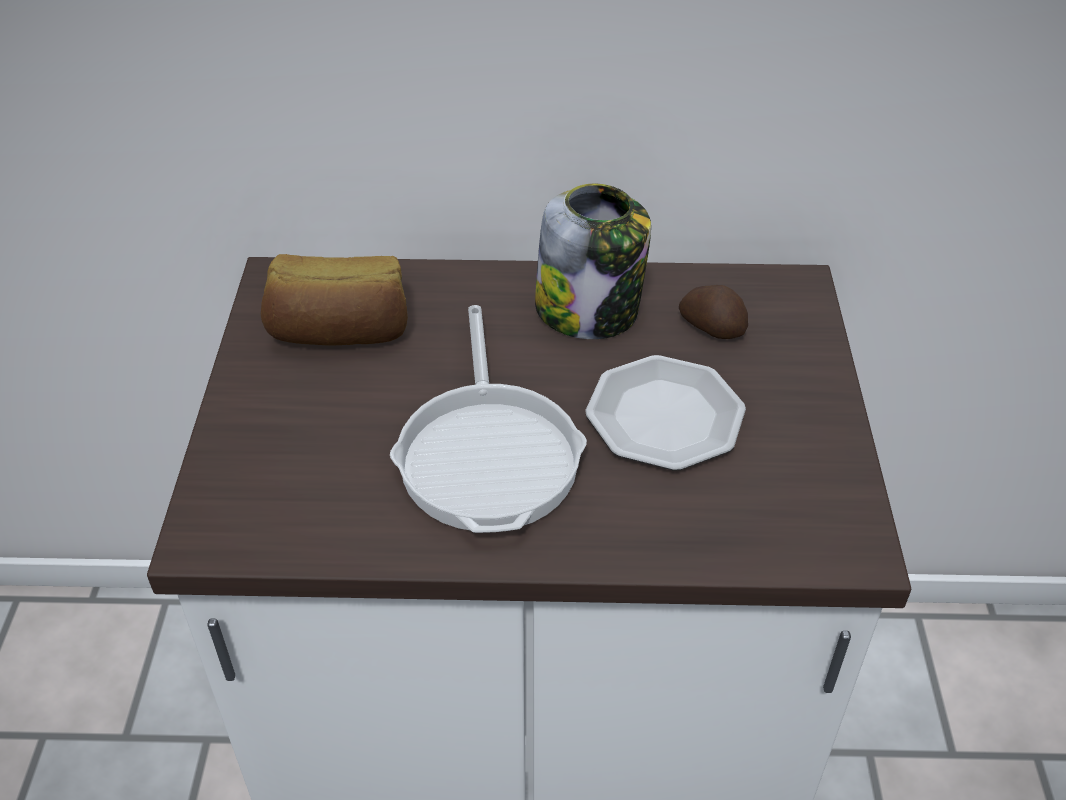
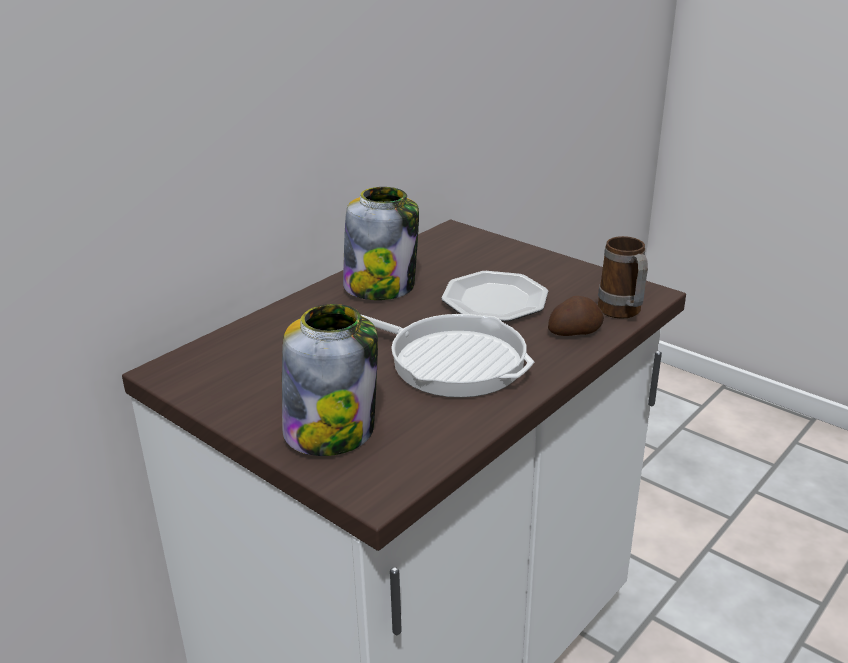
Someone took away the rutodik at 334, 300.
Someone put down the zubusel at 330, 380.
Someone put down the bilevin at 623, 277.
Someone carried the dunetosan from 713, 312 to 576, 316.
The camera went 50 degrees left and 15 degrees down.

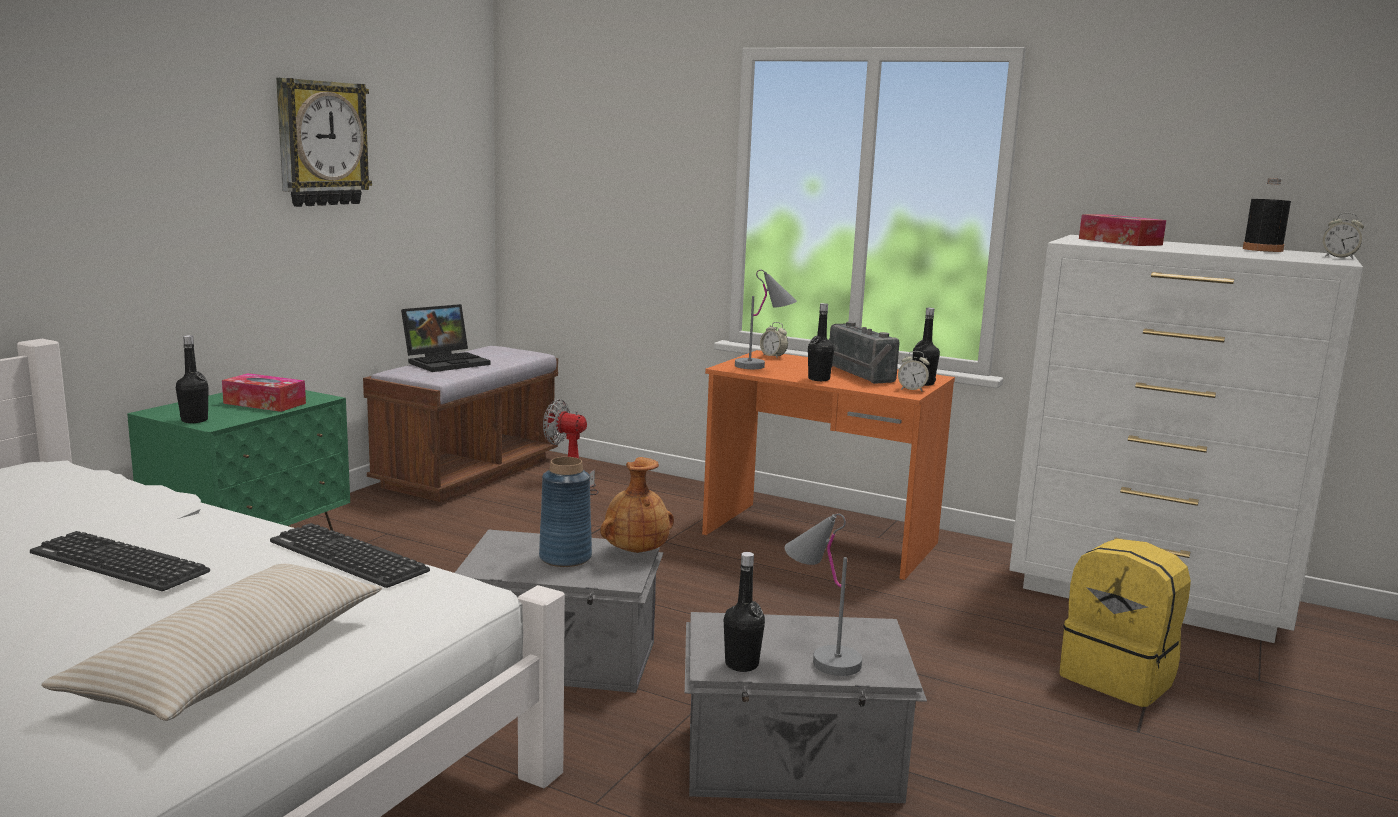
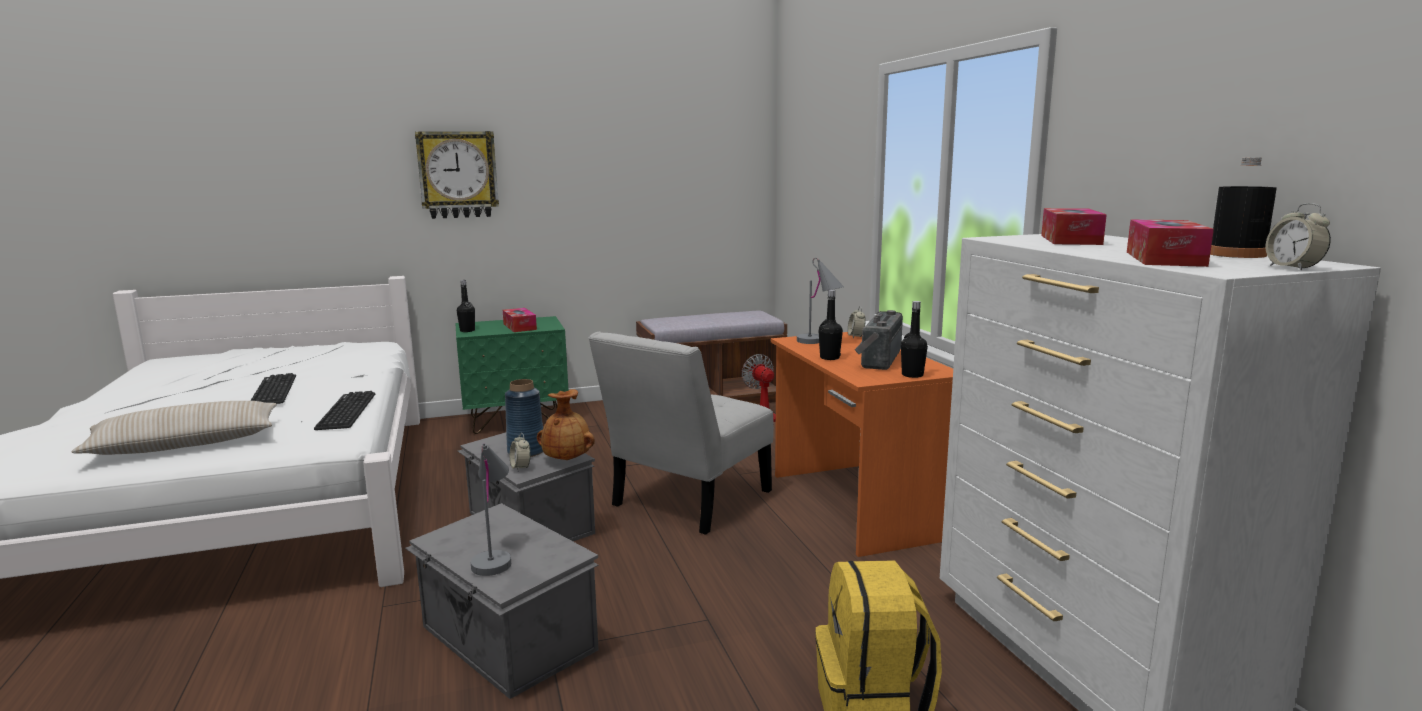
Someone took away the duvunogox at 446, 338.
Someone took away the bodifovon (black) at 744, 612.
Someone put down the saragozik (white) at 681, 433.
Someone put down the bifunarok at 1170, 243.
Someone carried the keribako from 324, 142 to 457, 175.
Someone carried the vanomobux from 914, 371 to 520, 452.
The camera went 45 degrees right and 0 degrees up.

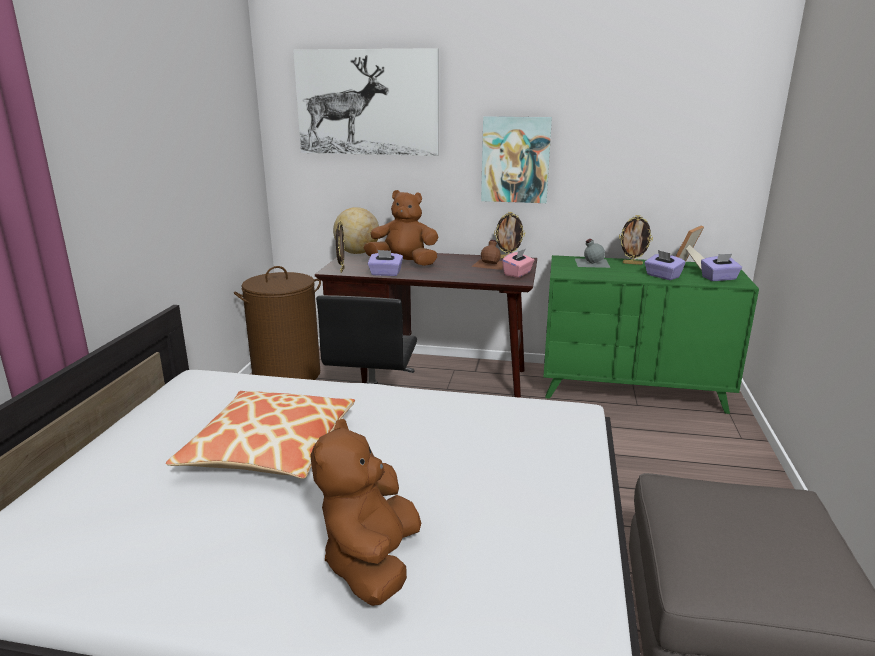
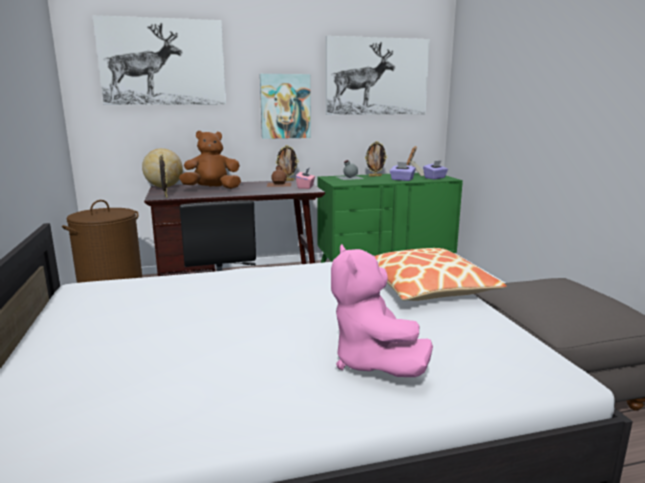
Someone took away the bifunarok (purple) at 385, 263.
Someone put up the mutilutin at 378, 75.
Someone carried the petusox from 260, 435 to 440, 274.
Someone repainted the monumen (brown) at 365, 512, which became the monumen (pink) at 382, 310.
The camera went 25 degrees left and 5 degrees down.

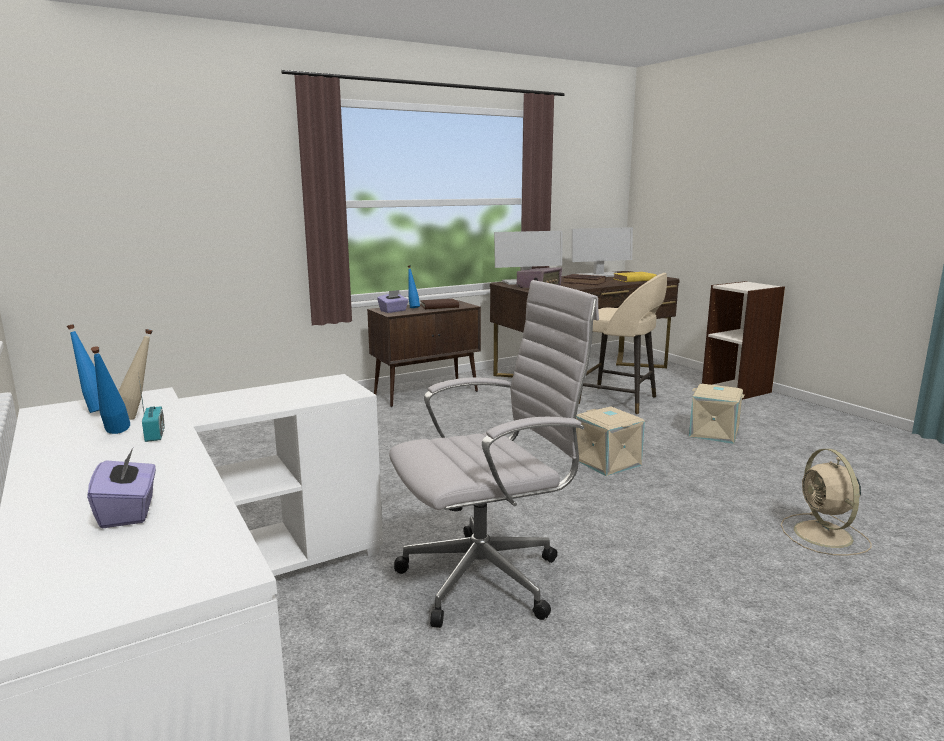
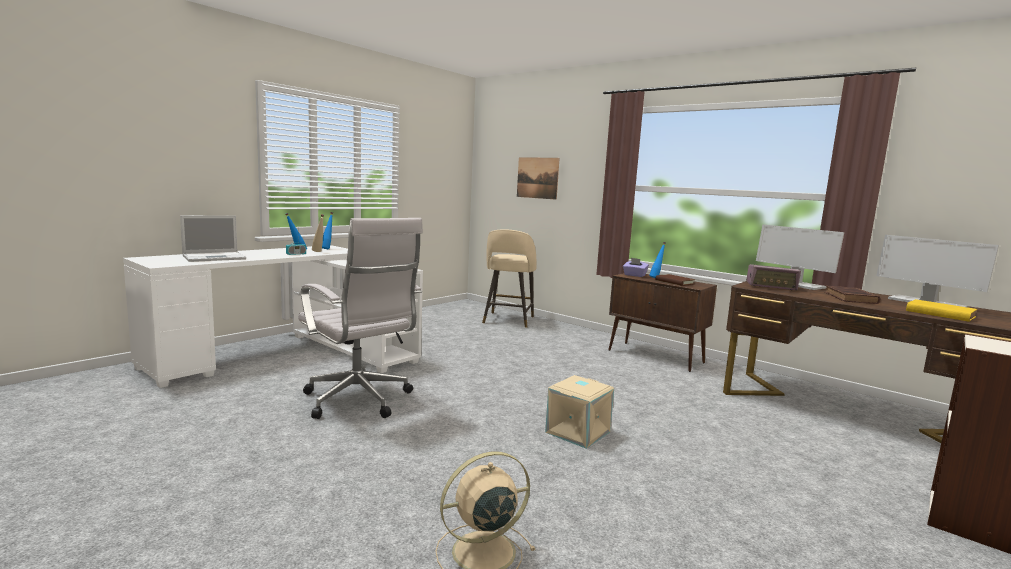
Someone took away the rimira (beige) at 716, 414.
Someone put up the mutilutin at 538, 178.
Someone carried the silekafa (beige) from 623, 343 to 509, 278.
Someone swapped the bifunarok (purple) at 121, 488 for the duvunogox at 213, 238.
The camera went 70 degrees right and 5 degrees down.

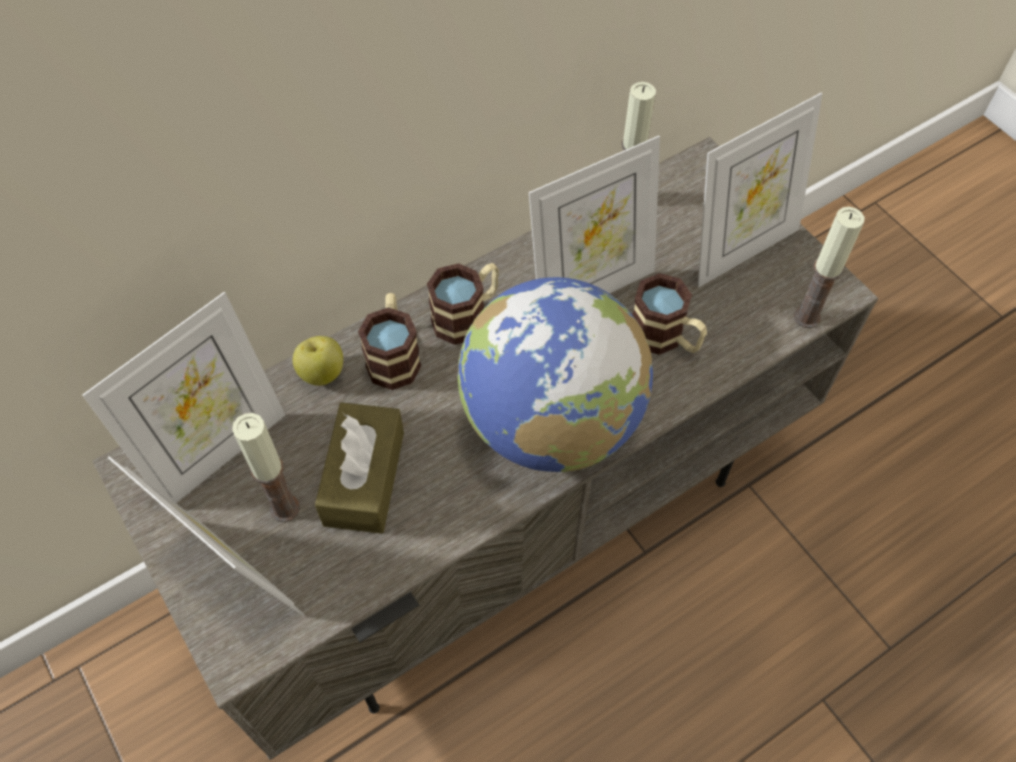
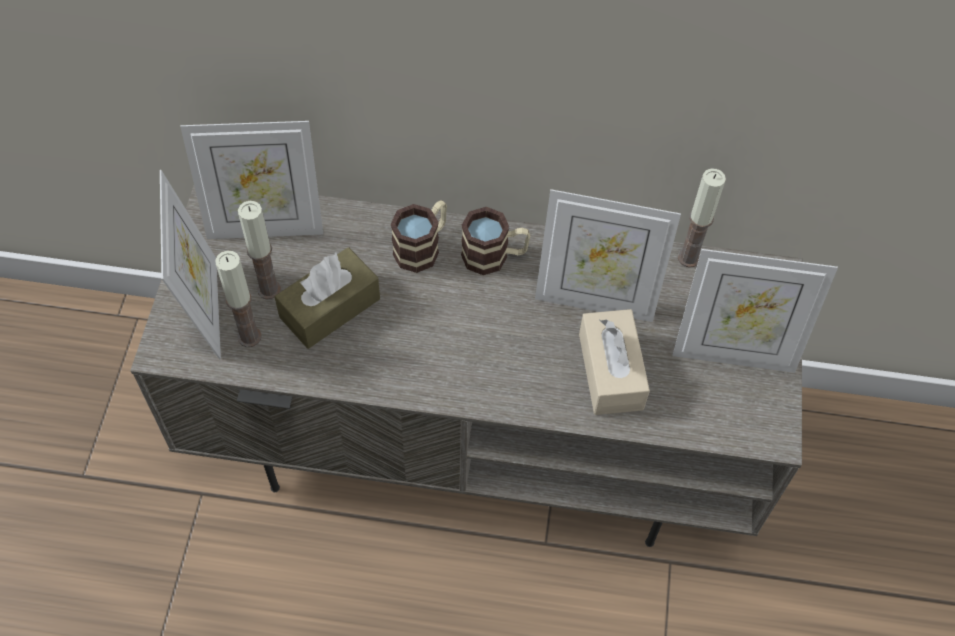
Someone took away the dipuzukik at 318, 361.
Someone took away the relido at 555, 374.
Someone carried the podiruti from 829, 267 to 238, 298.
Someone swapped the bilevin at 669, 314 for the bifunarok (beige) at 614, 362.
The camera went 40 degrees right and 0 degrees up.

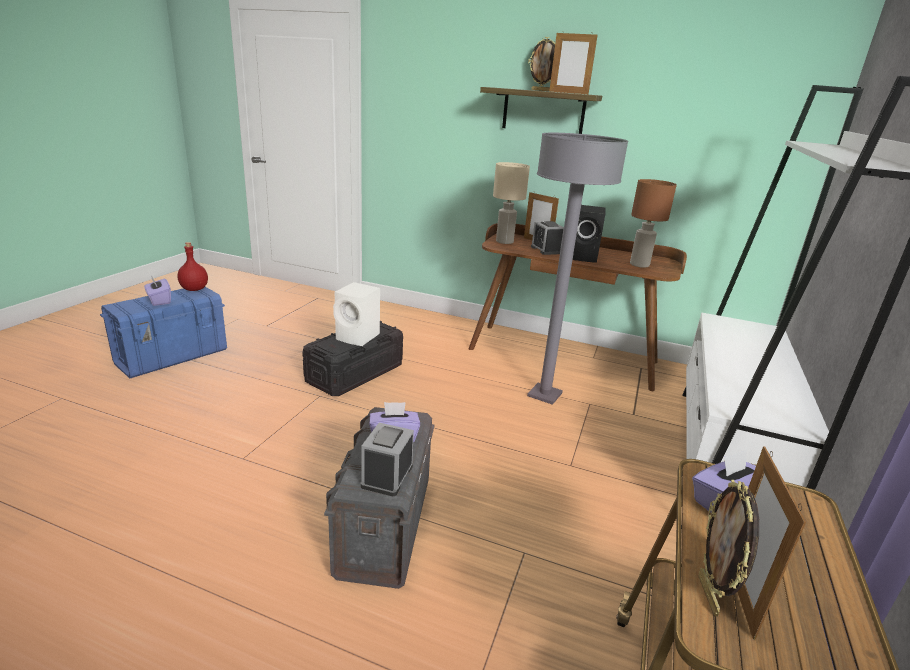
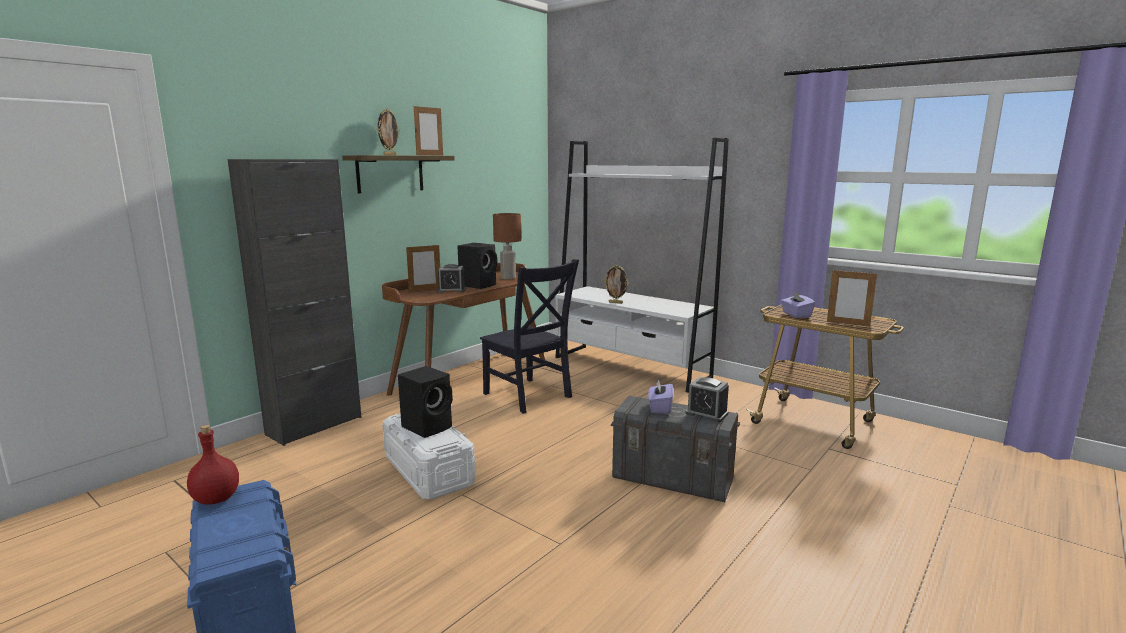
Someone took away the bifunarok (purple) at 157, 290.
Someone took away the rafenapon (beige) at 511, 203.
Someone put down the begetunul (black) at 295, 302.
Someone carried the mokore from 728, 548 to 616, 284.
Someone swapped the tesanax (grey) at 577, 269 for the saragozik (black) at 529, 336.
Someone repainted the rimira (black) at 352, 358, which became the rimira (white) at 429, 456.
Someone repainted the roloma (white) at 356, 314, which became the roloma (black) at 425, 402.
The camera went 70 degrees left and 10 degrees down.

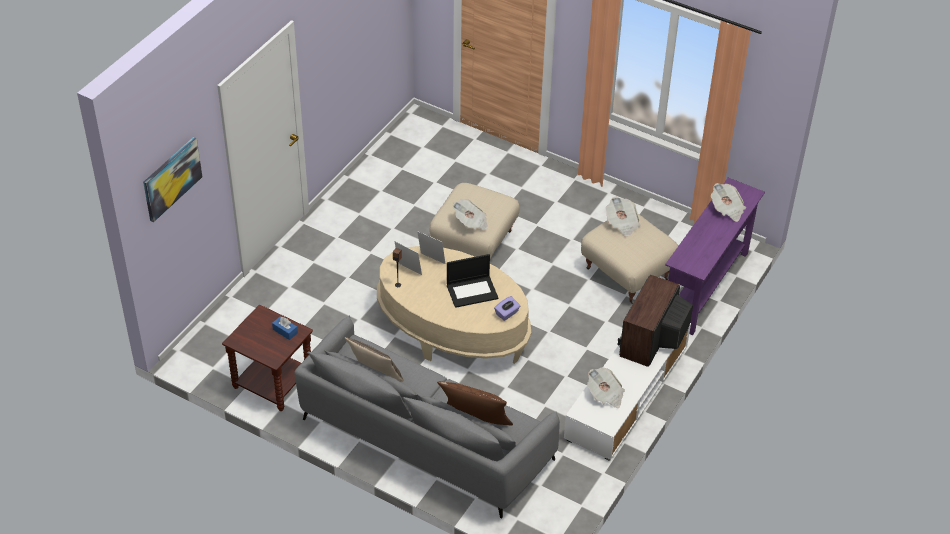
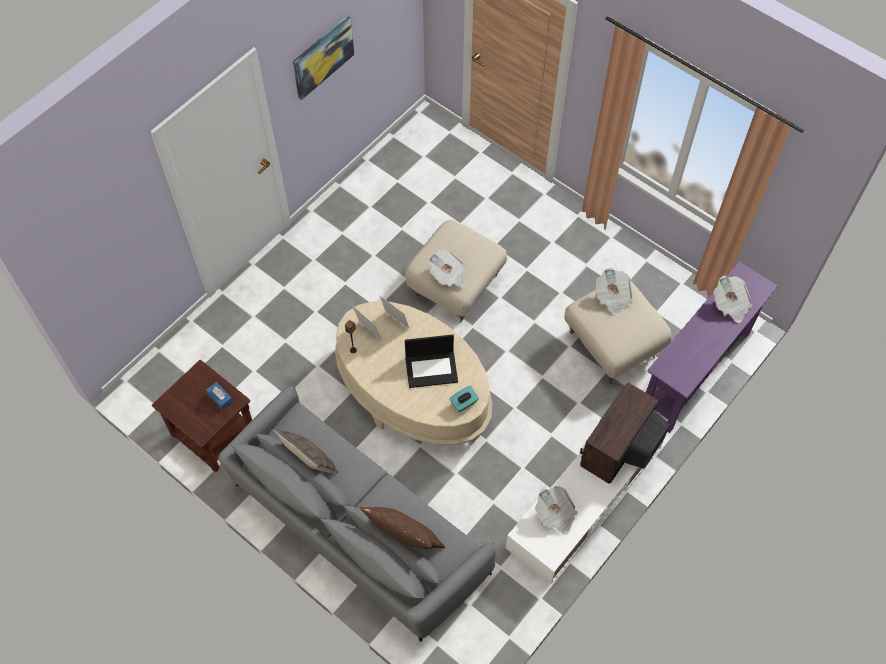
Someone carried the mutilutin from 172, 180 to 323, 58.
Someone repainted the bifunarok (purple) at 507, 308, which became the bifunarok (turquoise) at 464, 399.
The camera went 10 degrees right and 15 degrees up.

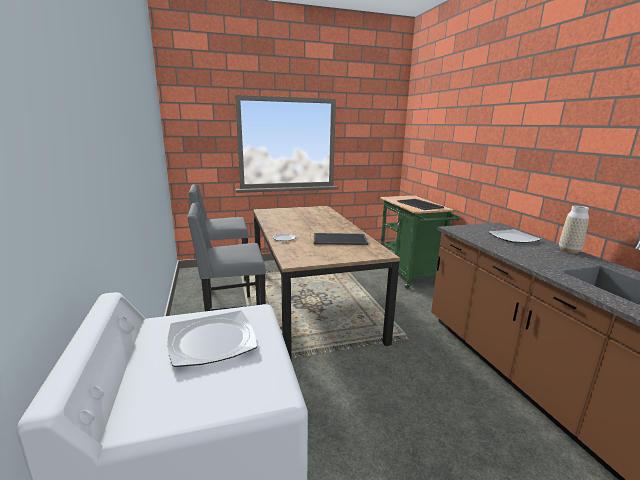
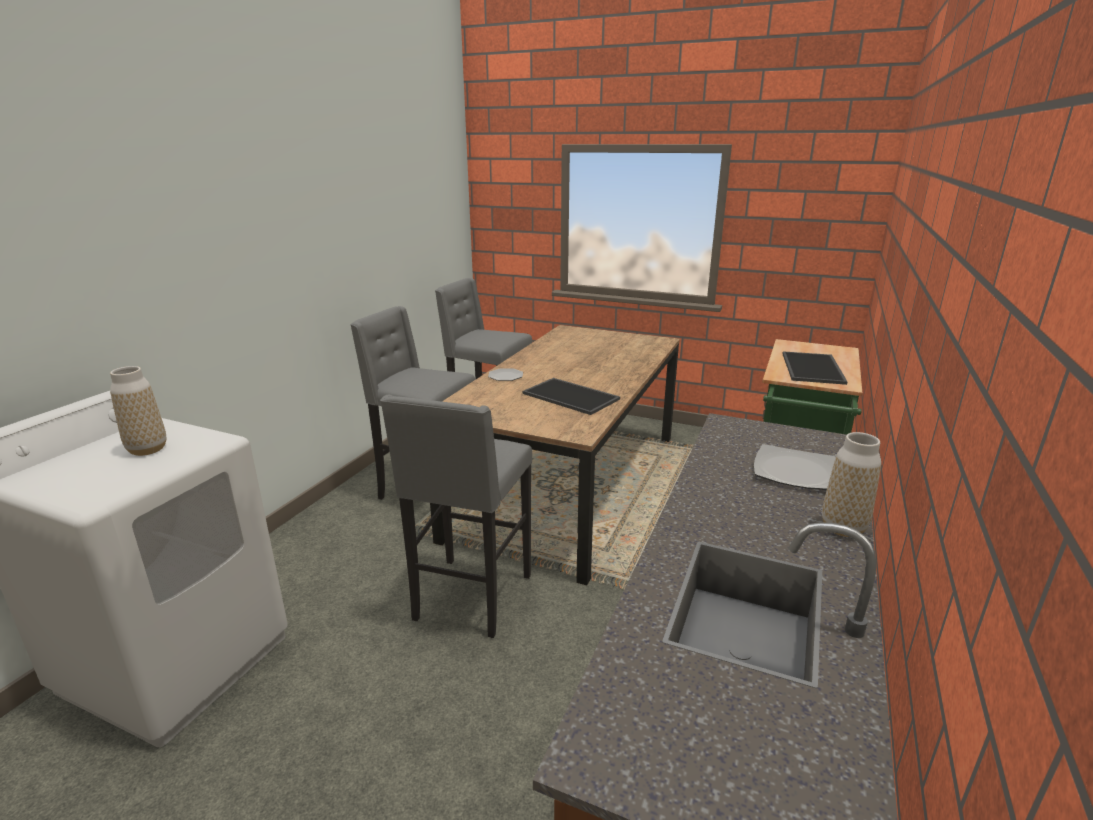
Someone put down the silekafa (grey) at 456, 516.
Someone swapped the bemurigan at 212, 339 for the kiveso at 138, 411.
The camera went 40 degrees right and 5 degrees up.

